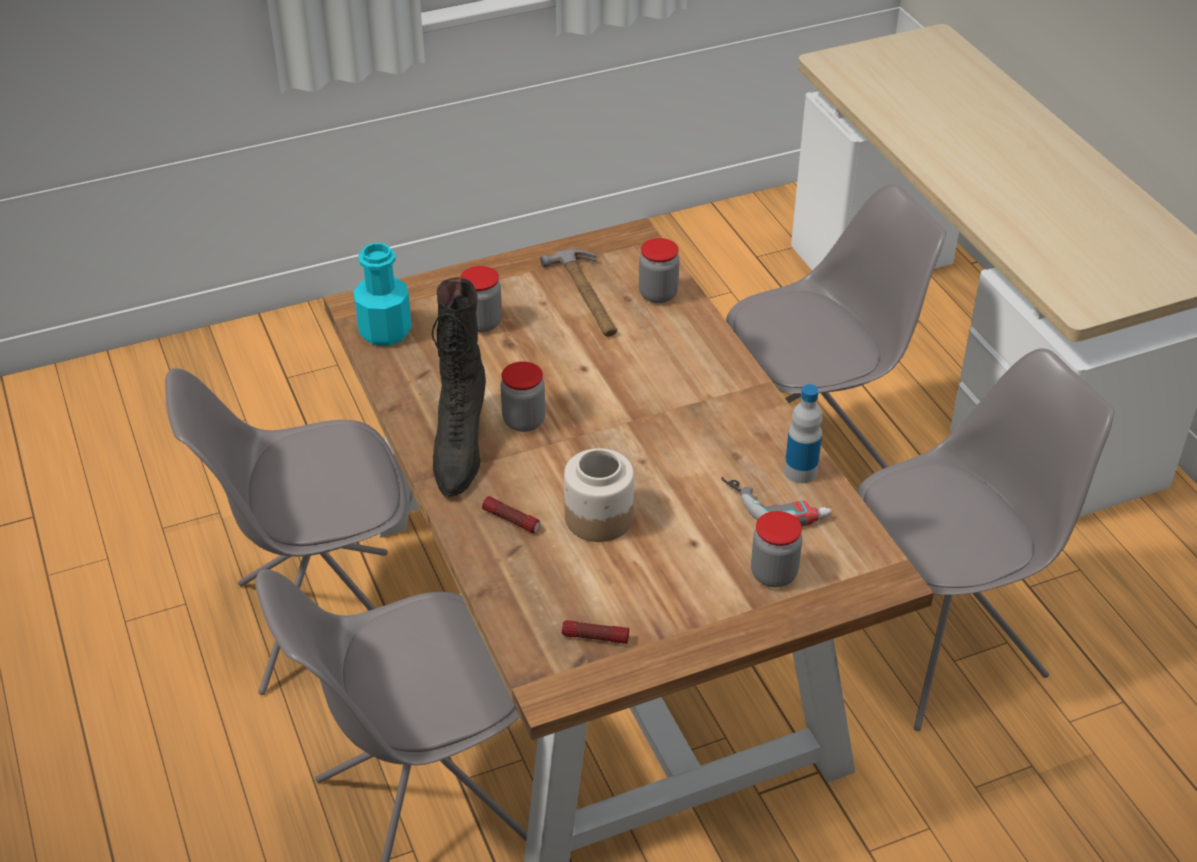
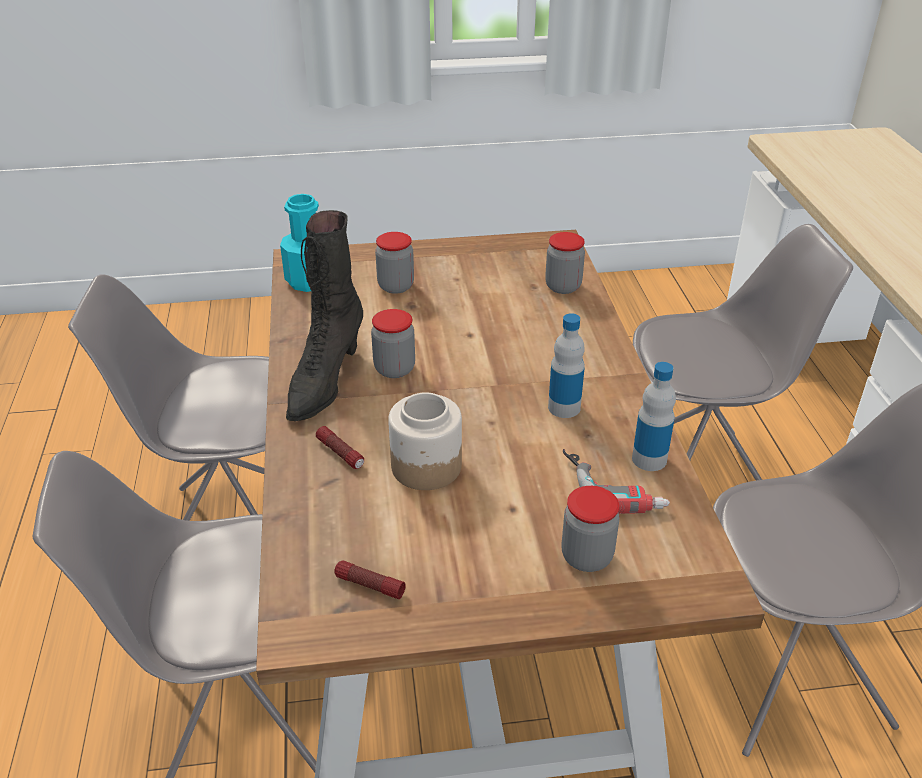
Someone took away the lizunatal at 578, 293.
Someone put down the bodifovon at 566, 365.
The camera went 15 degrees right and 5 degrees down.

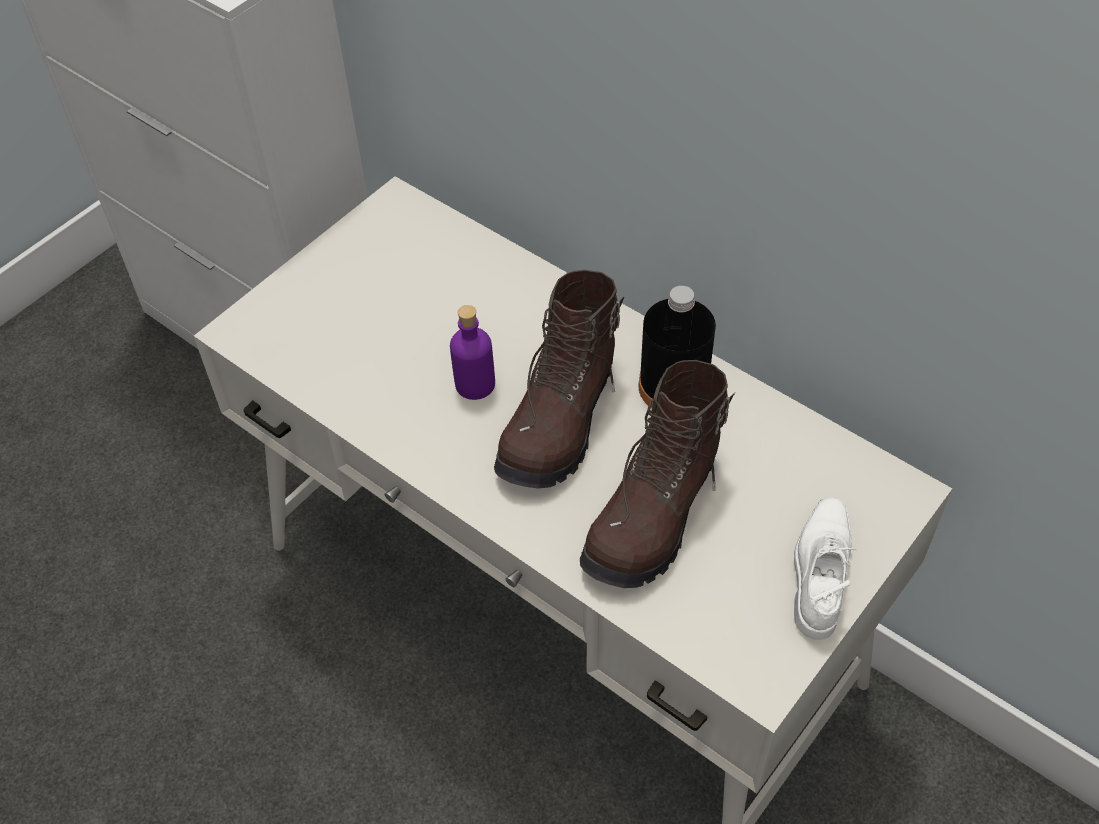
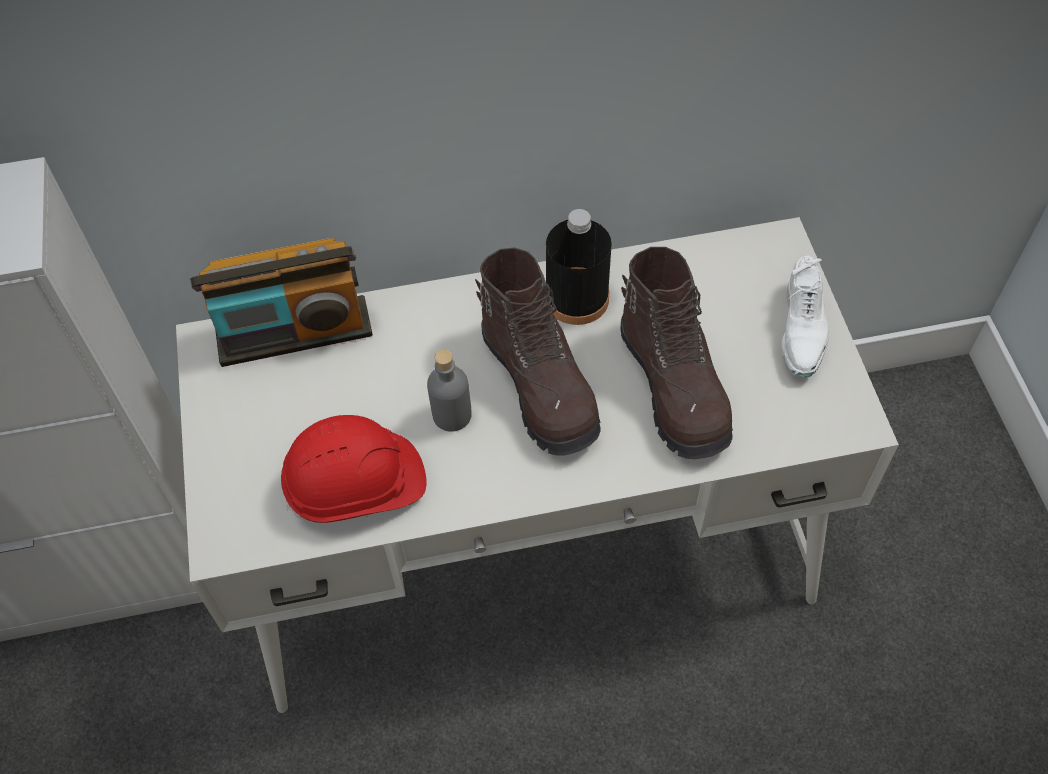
Someone put down the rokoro at 281, 302.
Someone put down the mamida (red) at 354, 469.
Someone repainted the bodifovon (purple) at 472, 352, which became the bodifovon (grey) at 449, 390.
Someone rotated the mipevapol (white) at 825, 569 by 135 degrees counterclockwise.
The camera went 50 degrees left and 5 degrees up.

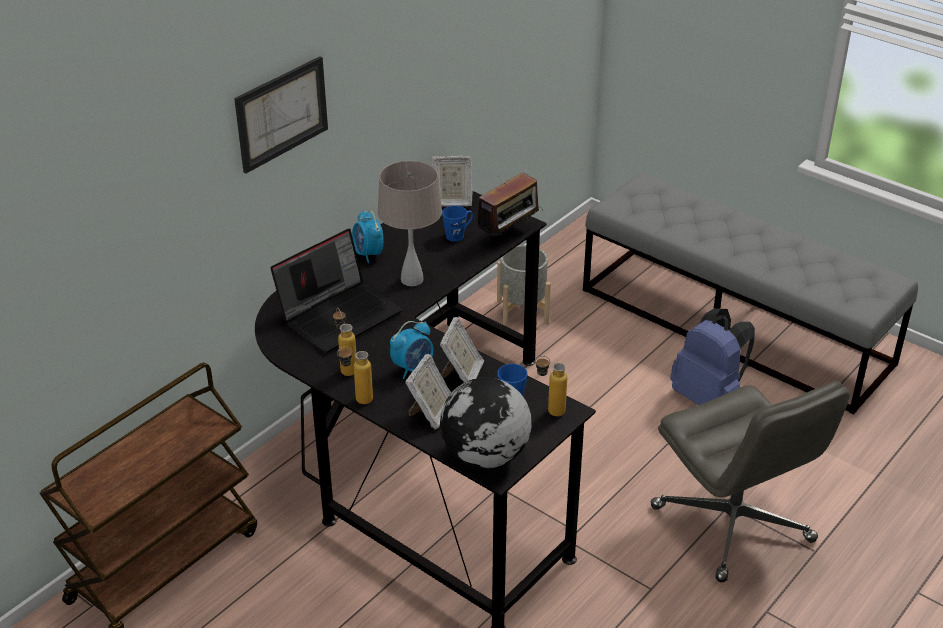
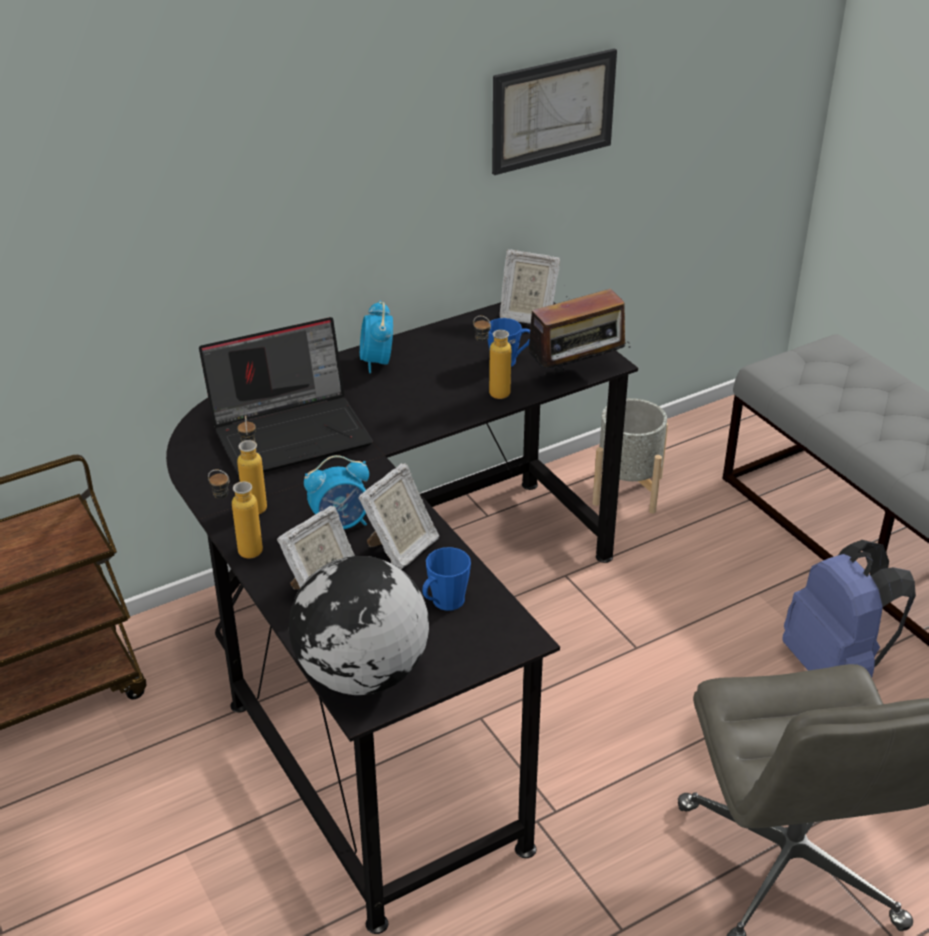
Someone took away the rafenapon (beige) at 409, 223.
Someone carried the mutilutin from 281, 114 to 554, 112.
Someone carried the bodifovon from 551, 386 to 492, 357.
The camera went 20 degrees right and 0 degrees up.

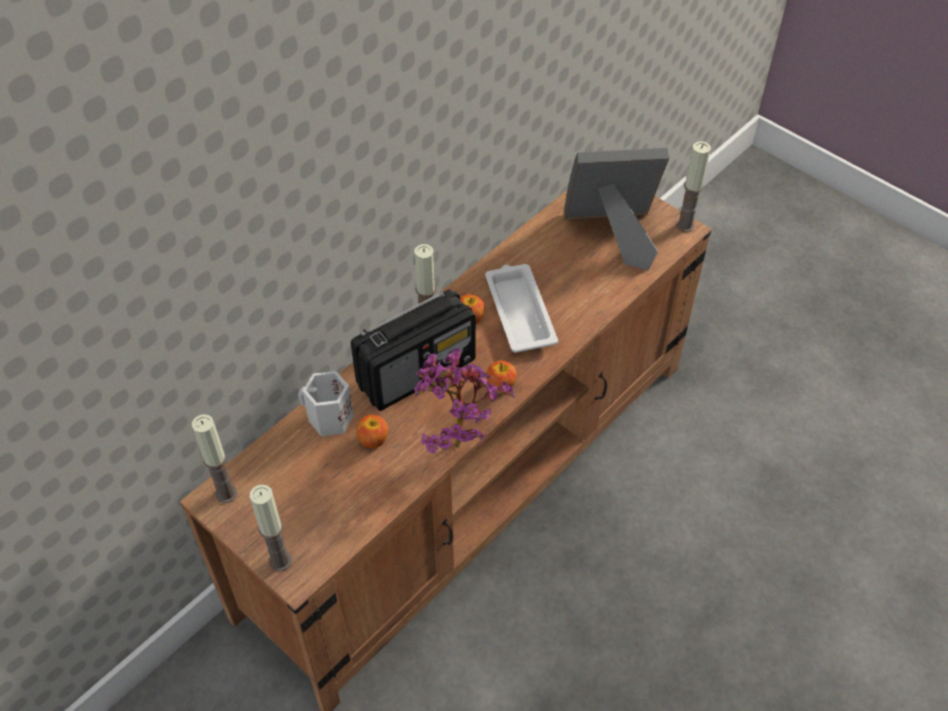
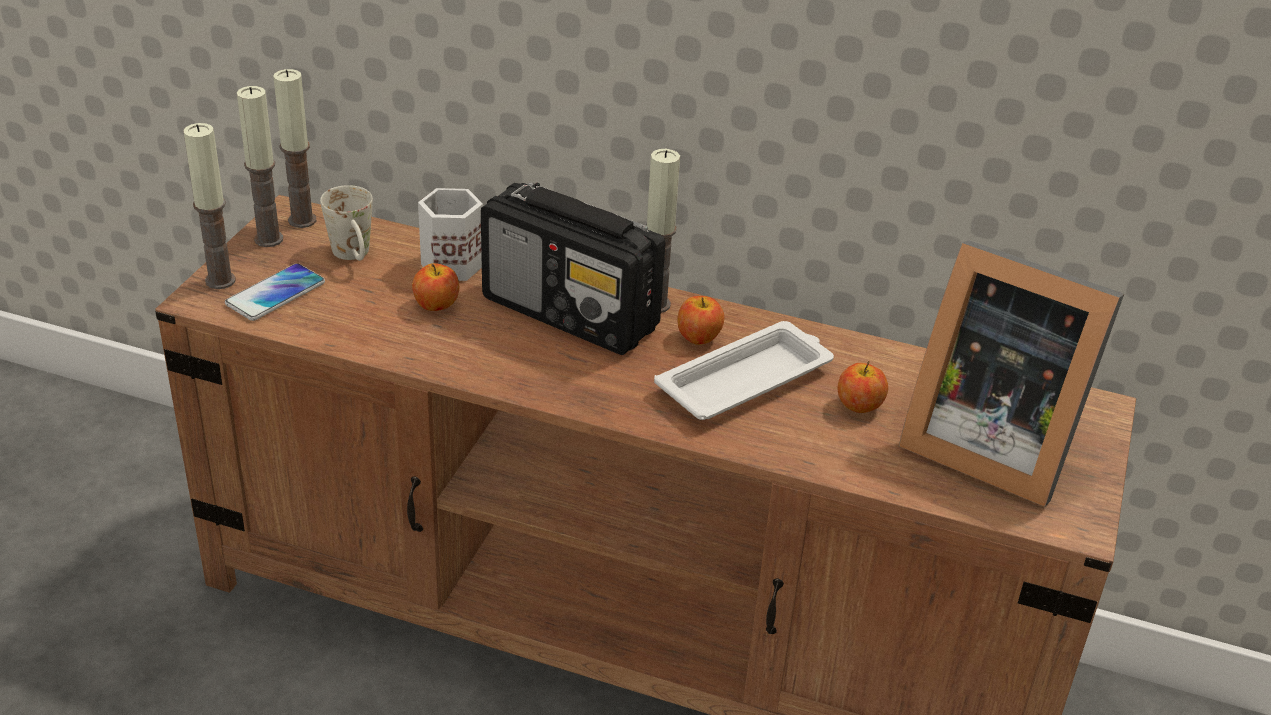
Someone took away the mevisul at 464, 401.
Someone put down the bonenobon at 275, 292.
Someone put down the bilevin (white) at 346, 223.
Someone carried the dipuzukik from 502, 373 to 863, 387.
Someone carried the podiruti from 693, 186 to 260, 166.
Someone rotated the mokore at 616, 209 by 150 degrees clockwise.
The camera went 65 degrees right and 15 degrees down.

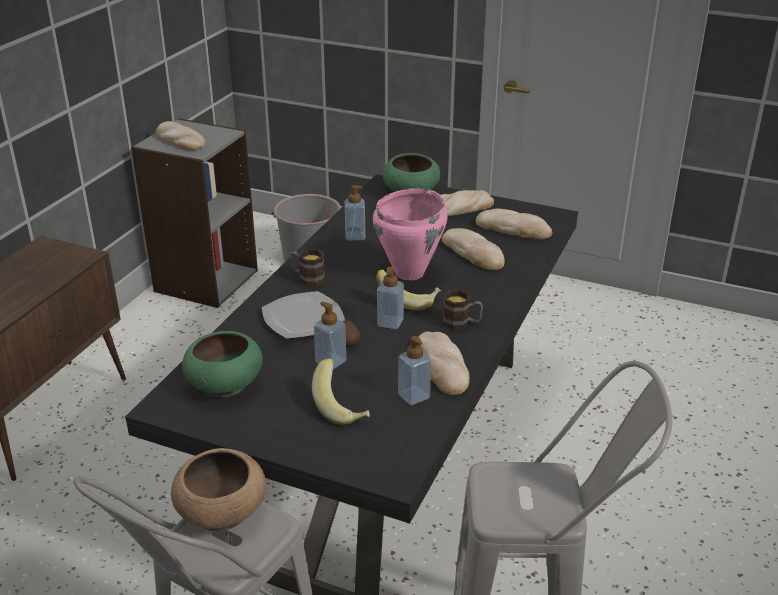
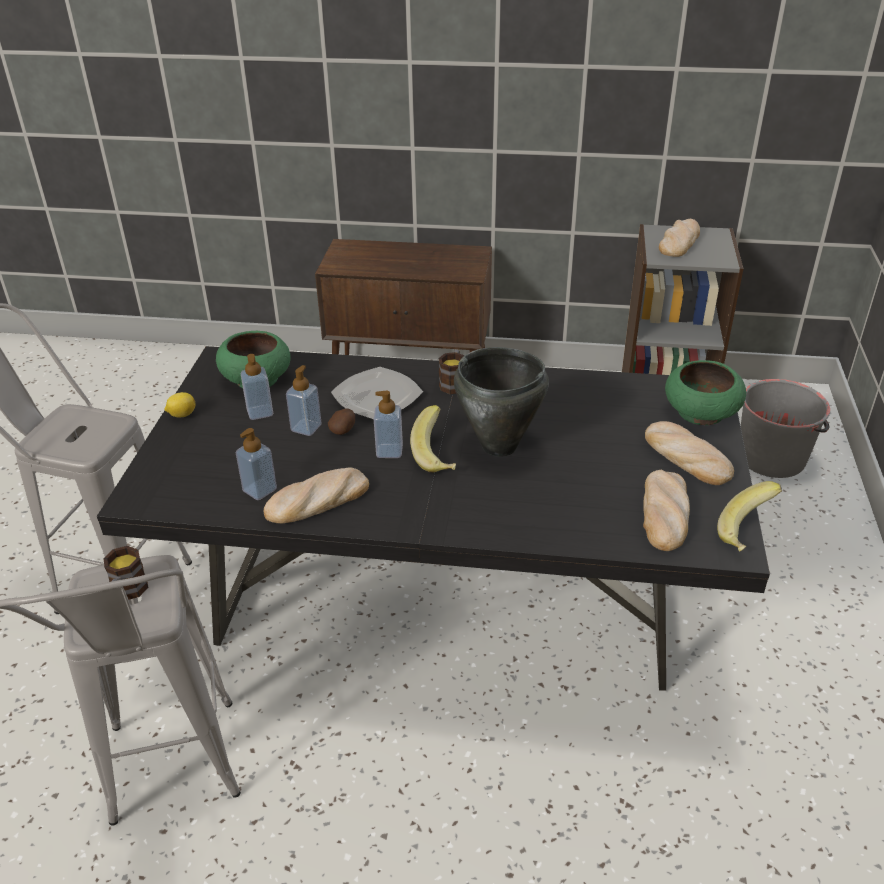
Someone took away the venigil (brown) at 218, 489.
Someone took away the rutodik at 473, 249.
Someone put down the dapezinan at 180, 404.
Someone carried the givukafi from 341, 391 to 749, 516.
Someone carried the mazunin from 355, 213 to 257, 387.
Someone carried the bilevin from 462, 309 to 125, 573.
Someone repainted the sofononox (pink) at 410, 234, which became the sofononox (black) at 501, 402.
The camera went 75 degrees right and 5 degrees up.

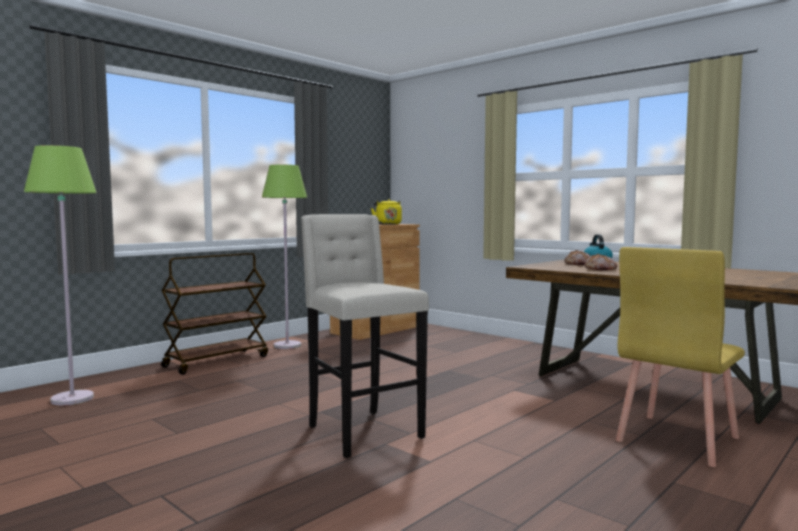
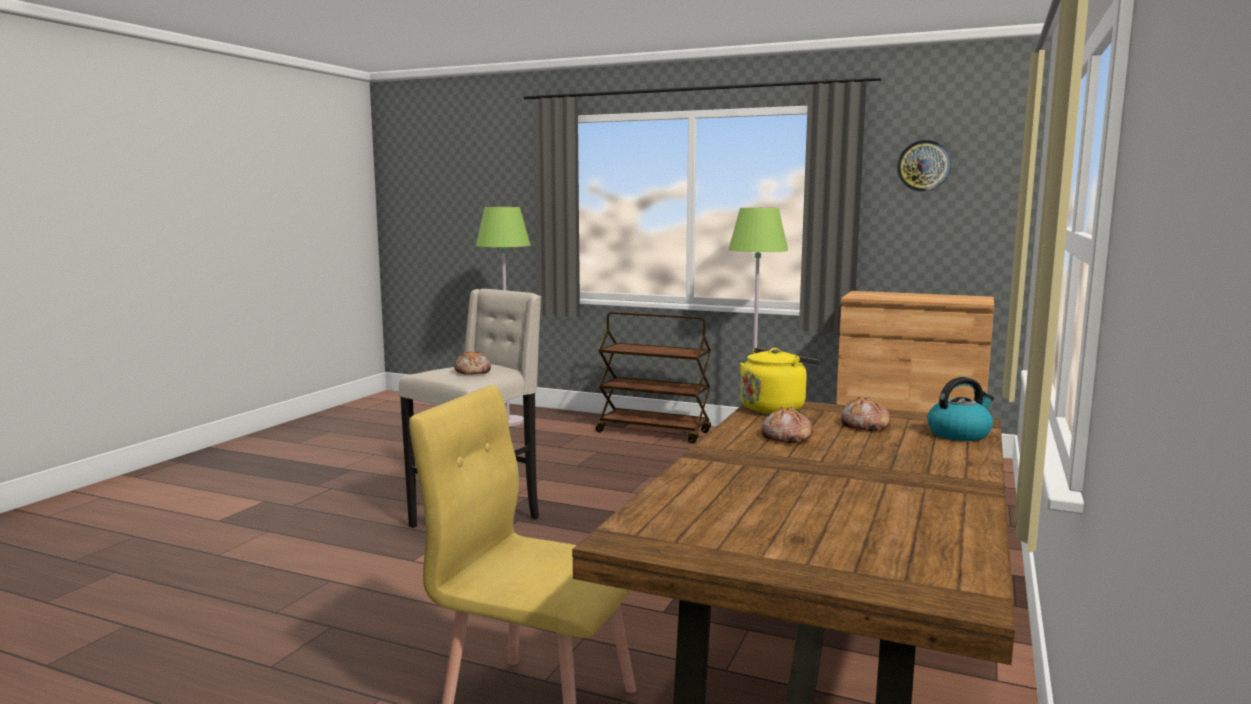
Someone put down the rutodik at 472, 362.
Someone put up the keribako at 924, 166.
Someone carried the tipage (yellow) from 386, 212 to 780, 381.
The camera went 70 degrees right and 5 degrees up.

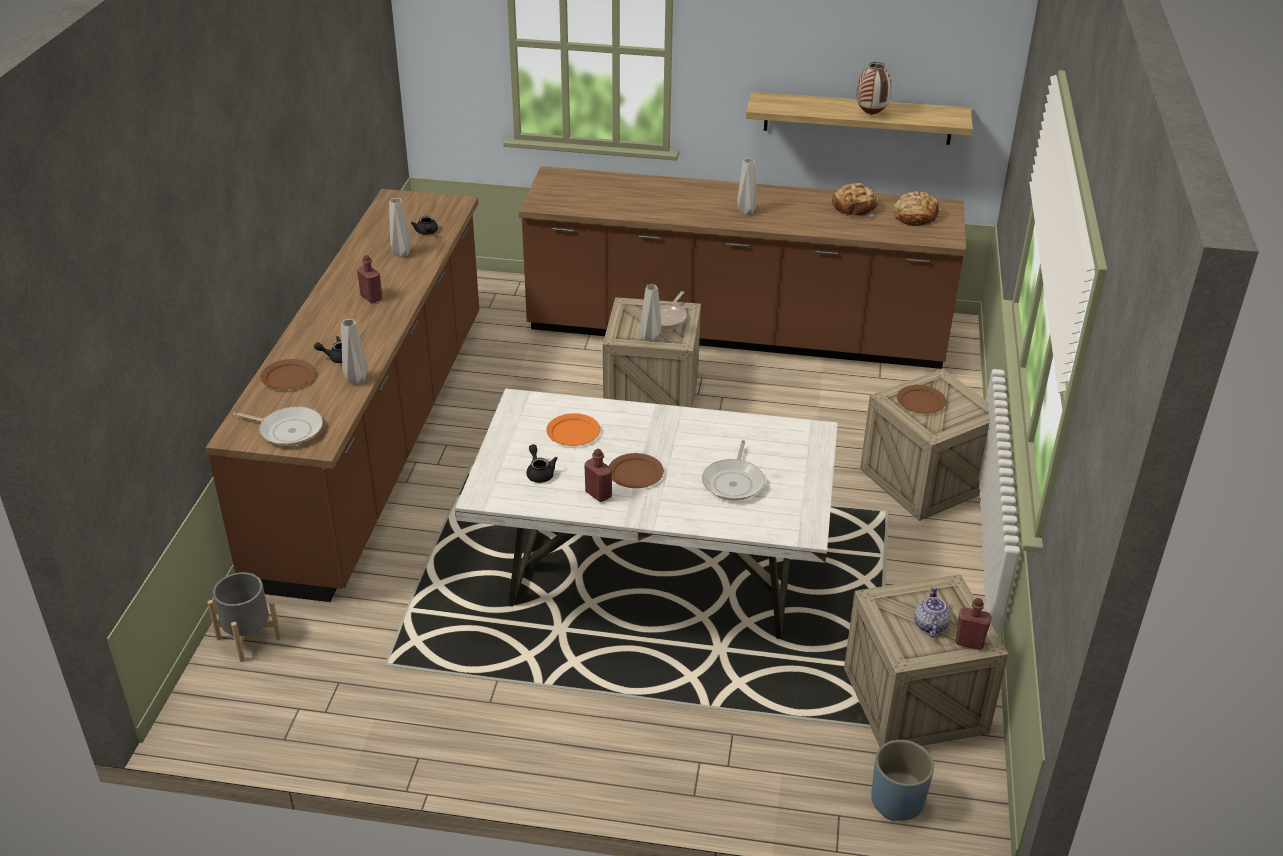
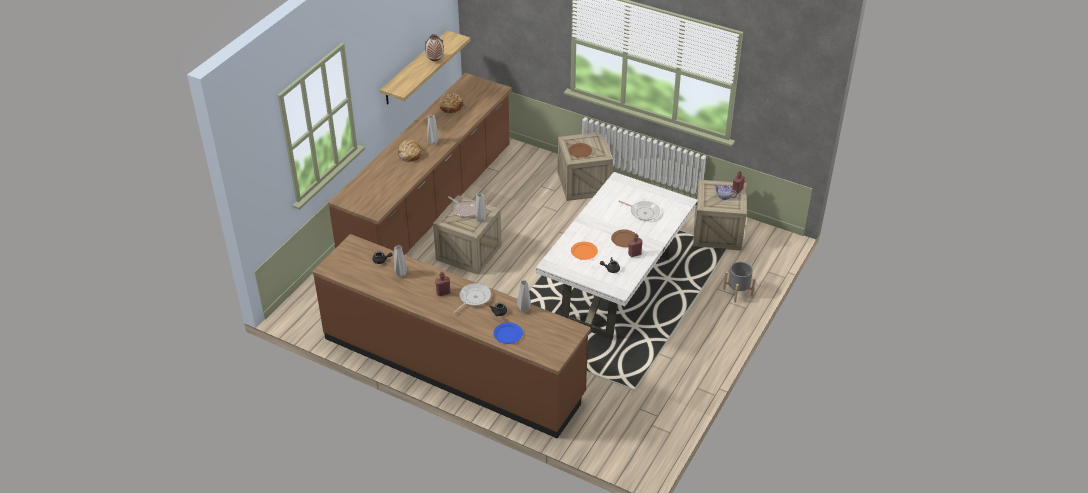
Someone took away the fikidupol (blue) at 902, 780.
Someone carried the fikidupol (grey) from 244, 617 to 739, 282.
Someone carried the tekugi from 278, 426 to 471, 298.
Someone carried the rutodik from 917, 208 to 409, 151.
Someone repainted the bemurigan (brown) at 288, 374, which became the bemurigan (blue) at 508, 333.
The camera went 70 degrees left and 5 degrees up.

